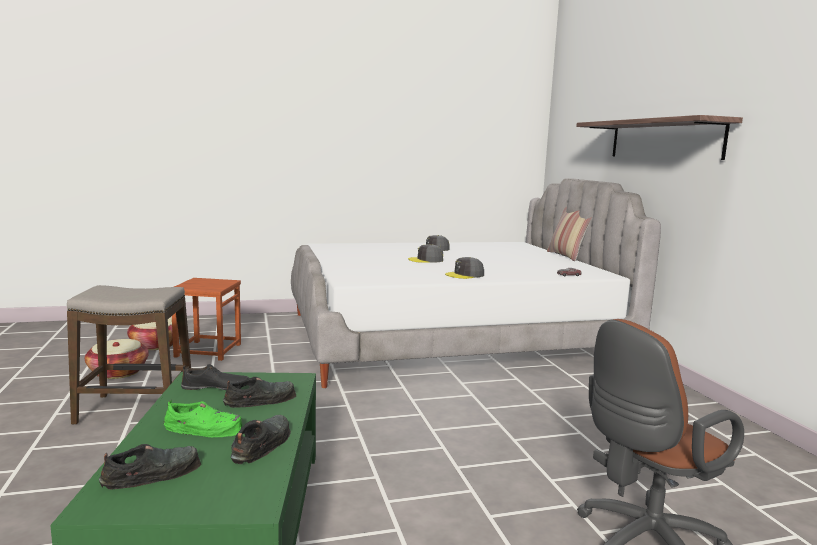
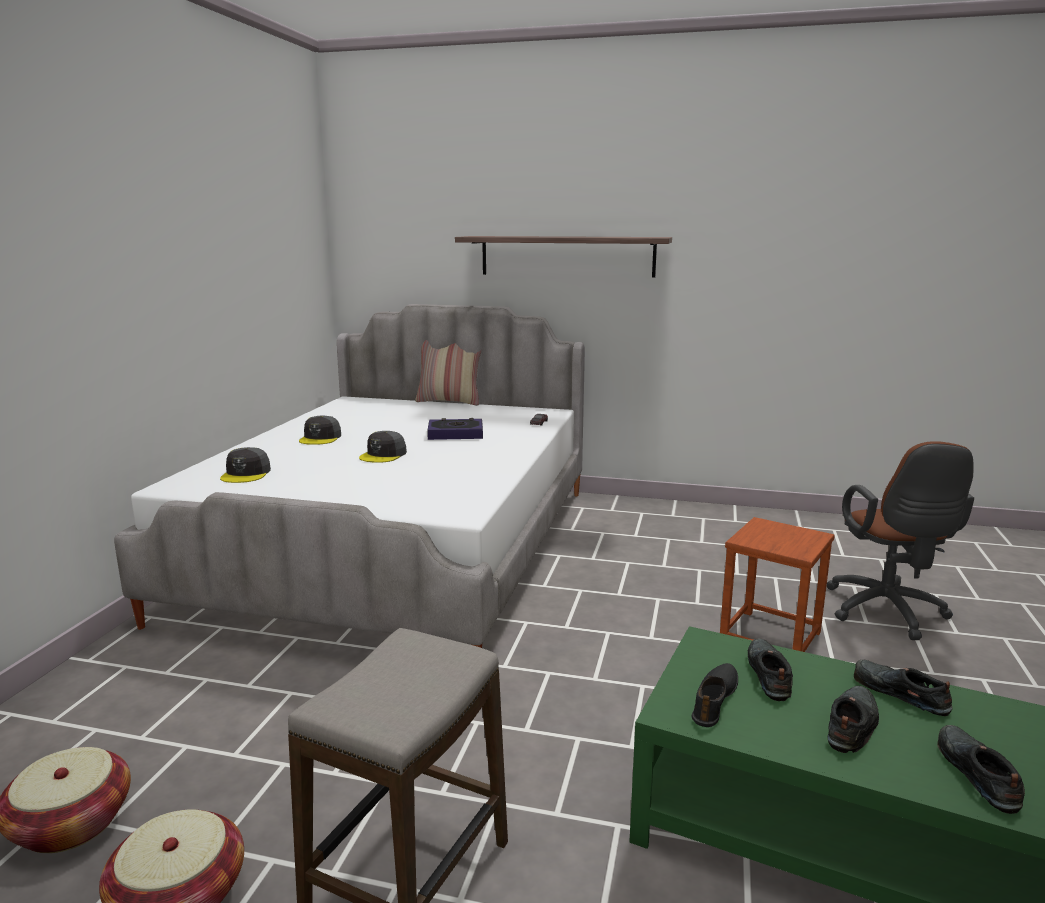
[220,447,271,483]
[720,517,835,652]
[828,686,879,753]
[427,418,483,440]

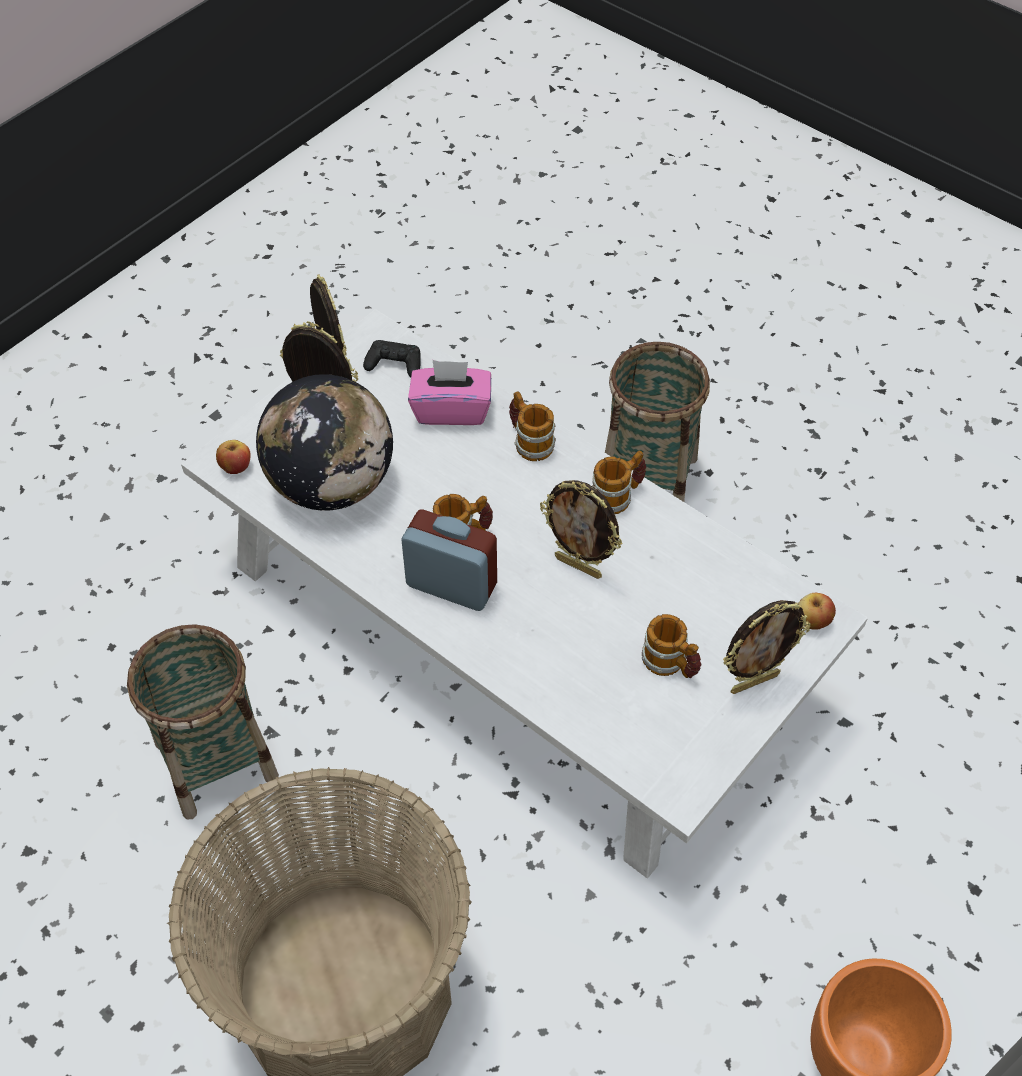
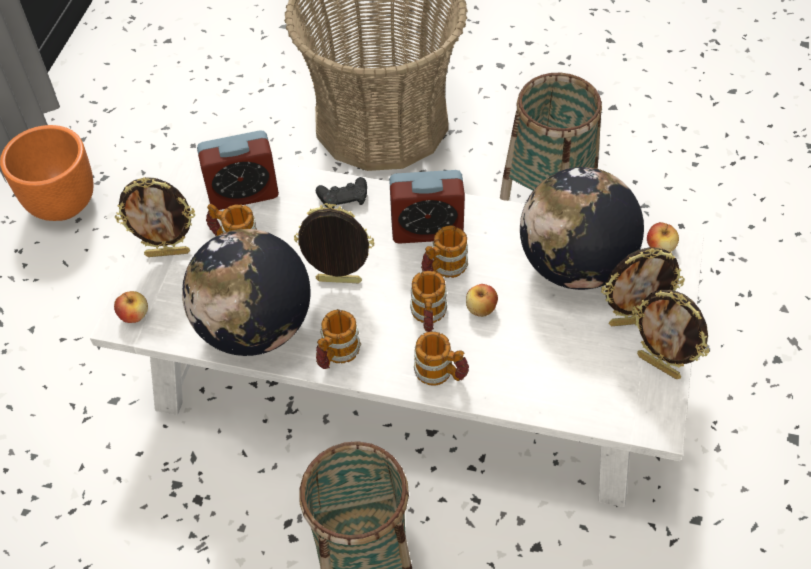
[316,177,367,209]
[408,360,491,425] (first image)
[115,177,195,257]
[197,130,279,210]
[182,229,311,356]
[410,271,447,332]
[466,284,498,317]

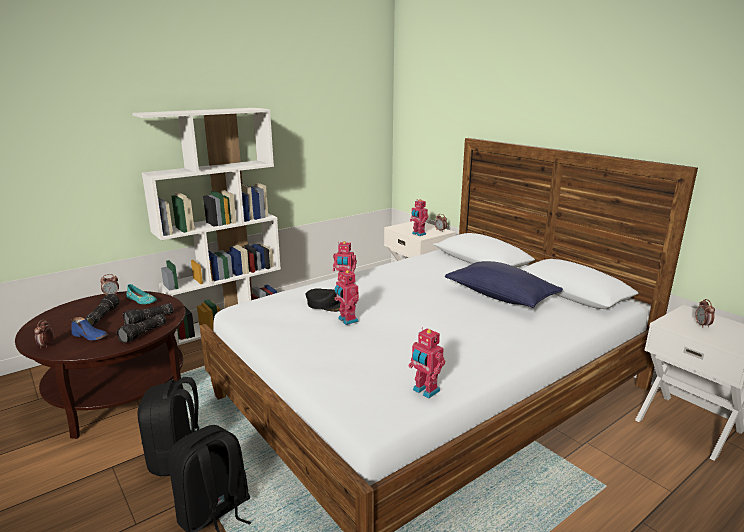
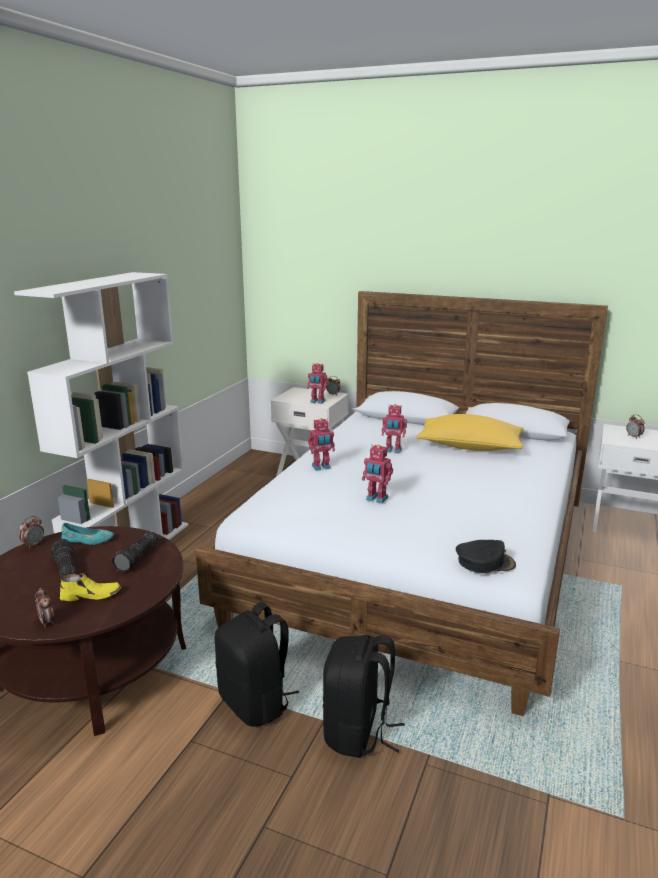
[416,414,524,451]
[456,540,516,573]
[116,314,166,343] (first image)
[60,573,121,601]
[382,404,407,454]

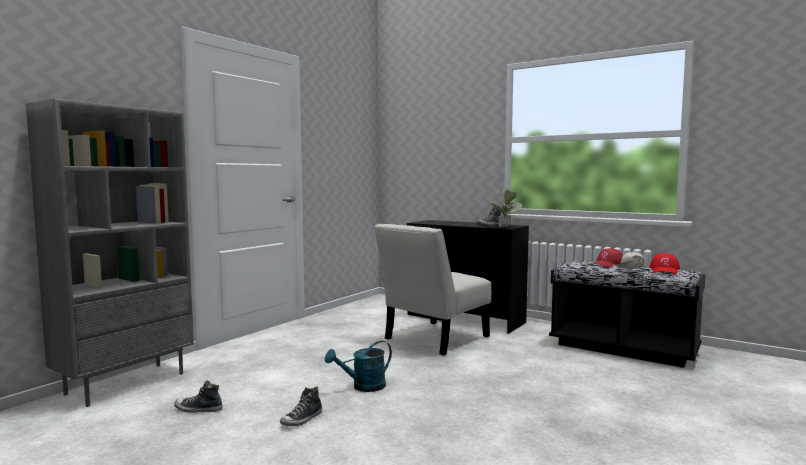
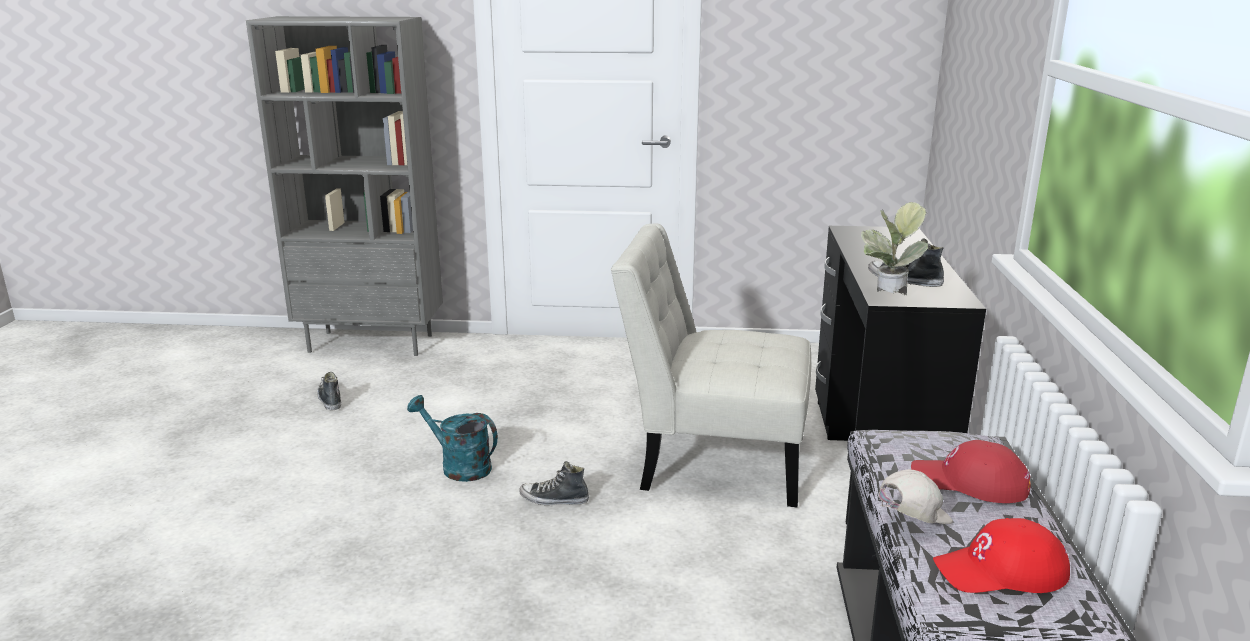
[519,461,589,505]

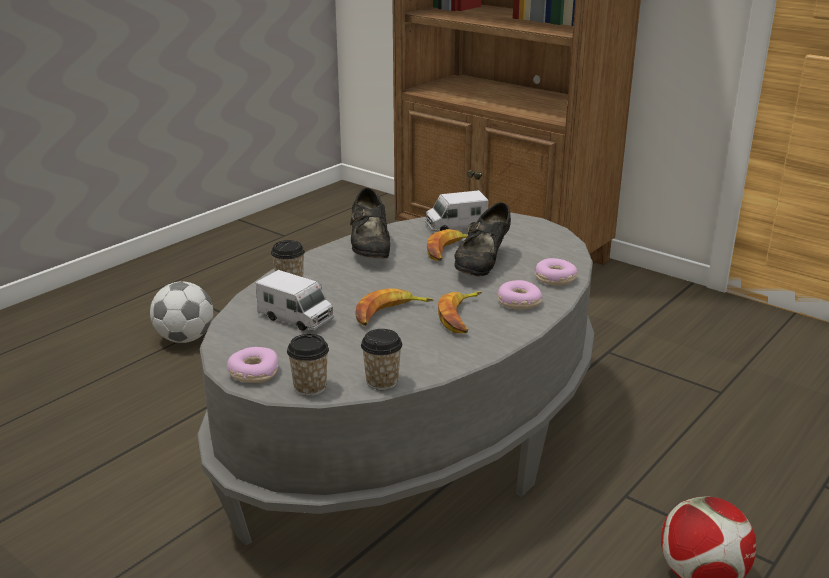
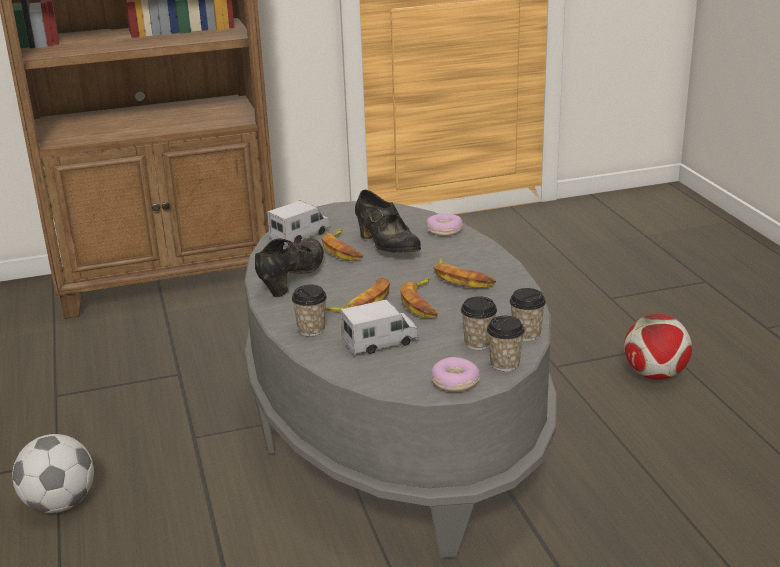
[255,238,324,297]
[267,200,330,245]
[498,280,543,310] (first image)
[325,278,390,311]
[461,296,497,350]

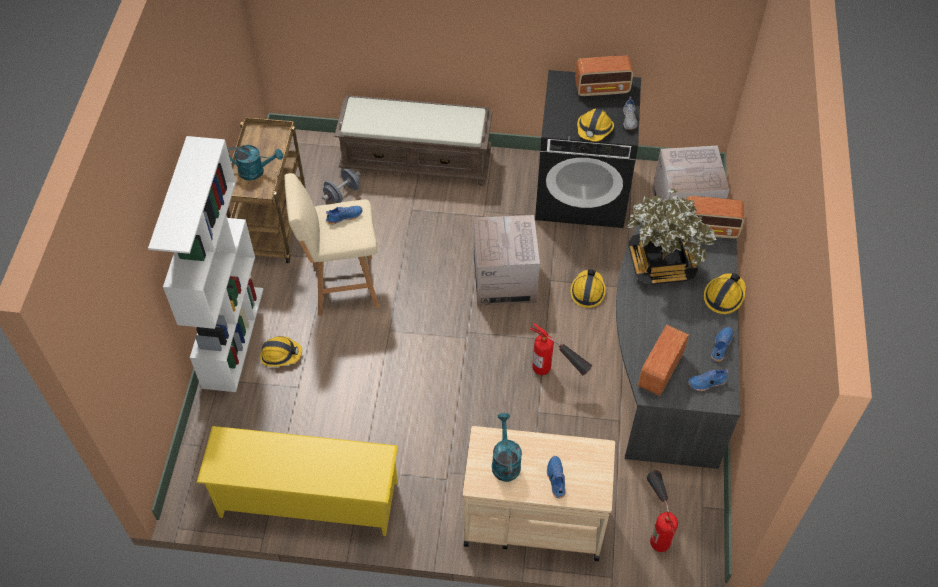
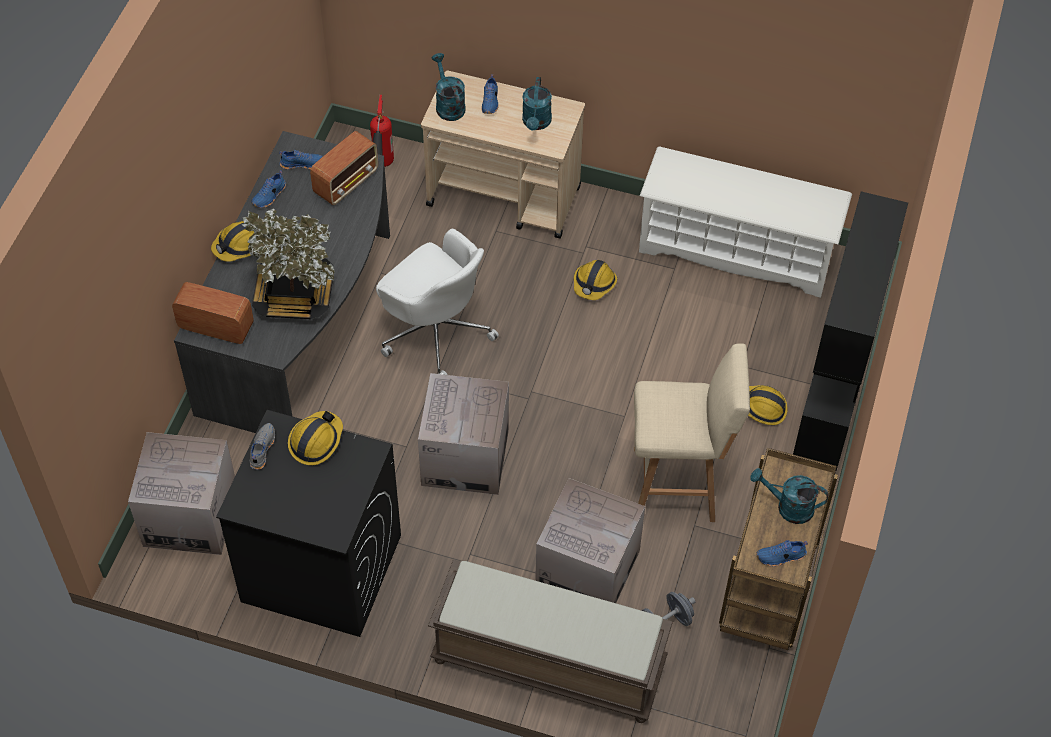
[575,55,633,96] (first image)
[793,191,908,471]
[756,540,808,567]
[574,260,617,300]
[376,229,499,375]
[639,147,852,298]
[432,53,466,121]
[535,478,645,603]

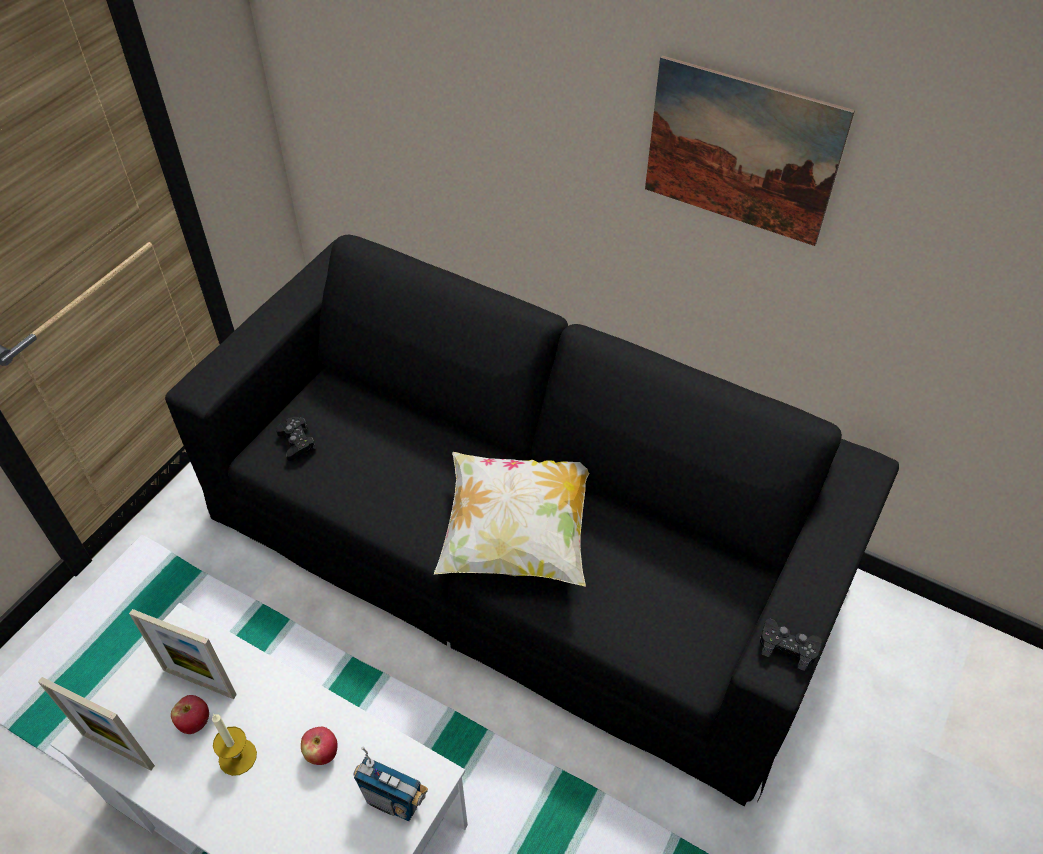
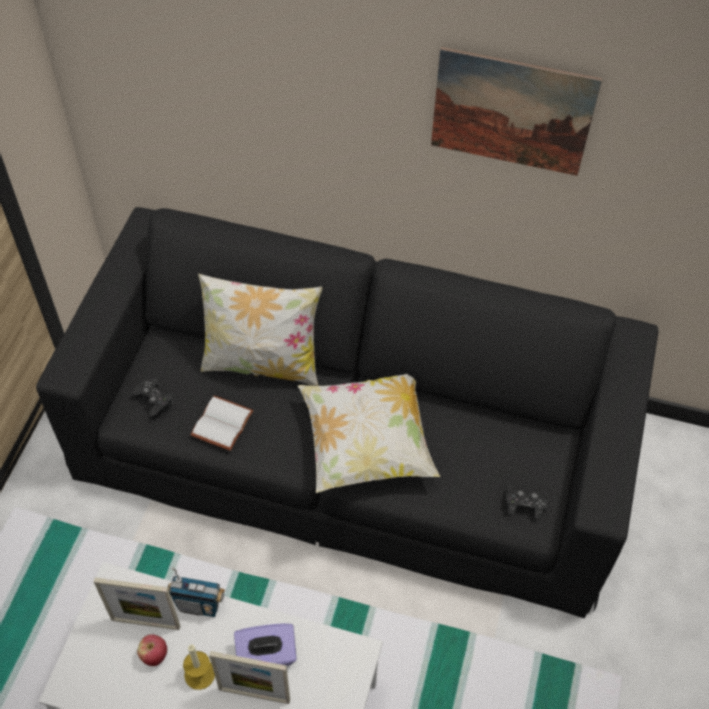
[505,486,548,519]
[209,651,290,704]
[234,623,297,666]
[167,567,225,617]
[198,274,322,386]
[190,396,254,451]

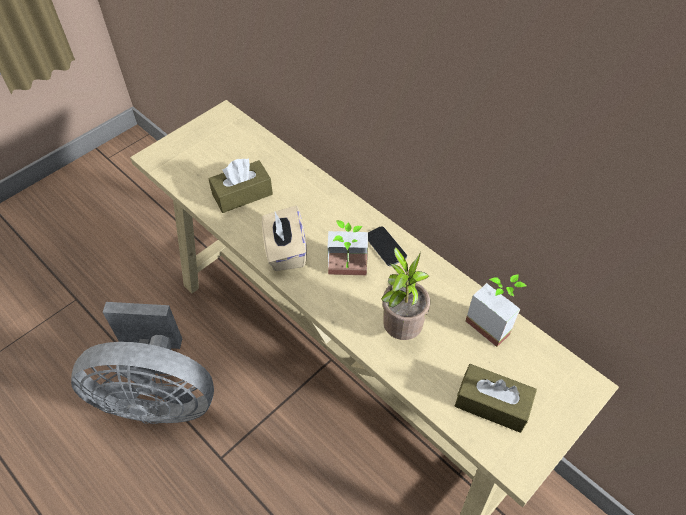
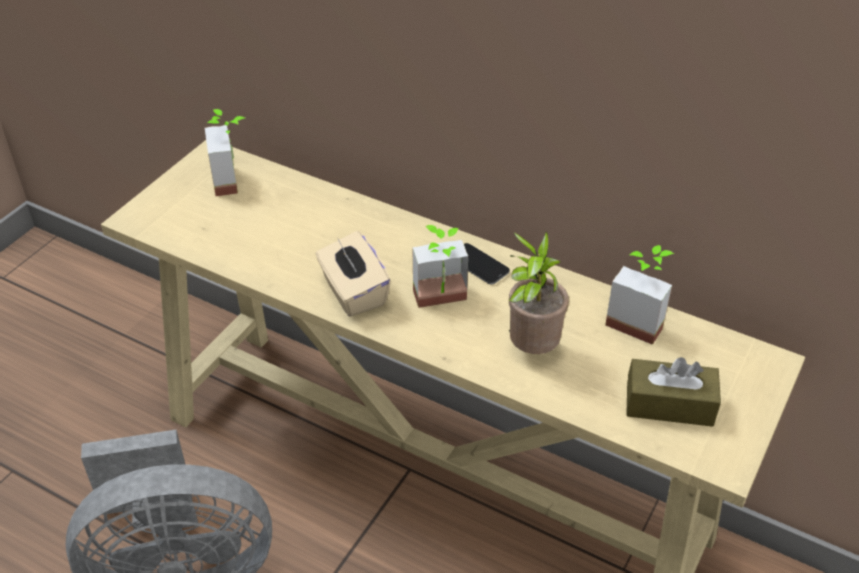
[209,158,273,213] (first image)
[205,109,245,196]

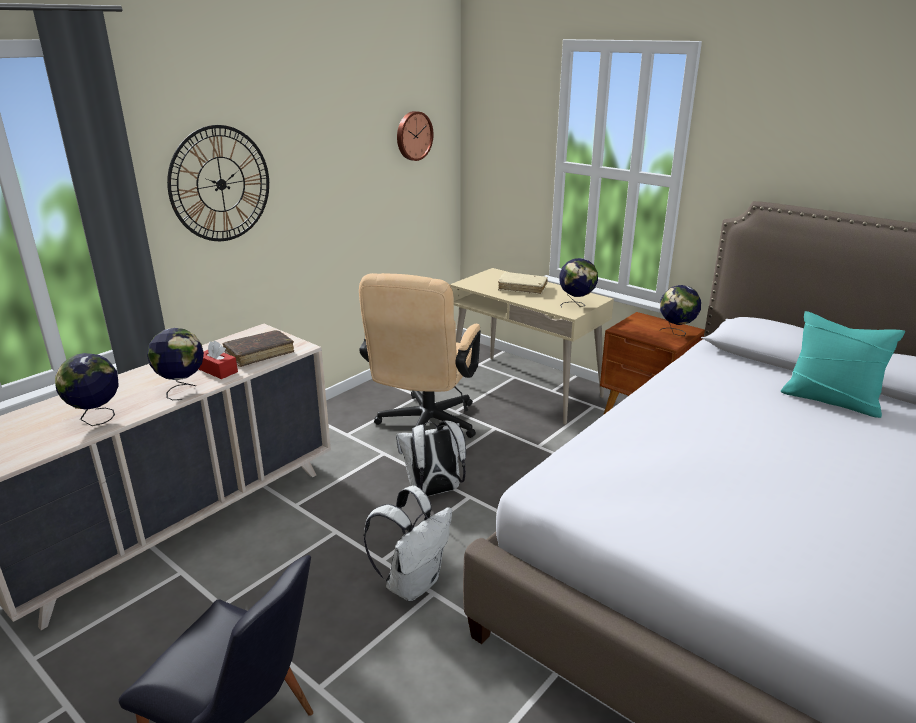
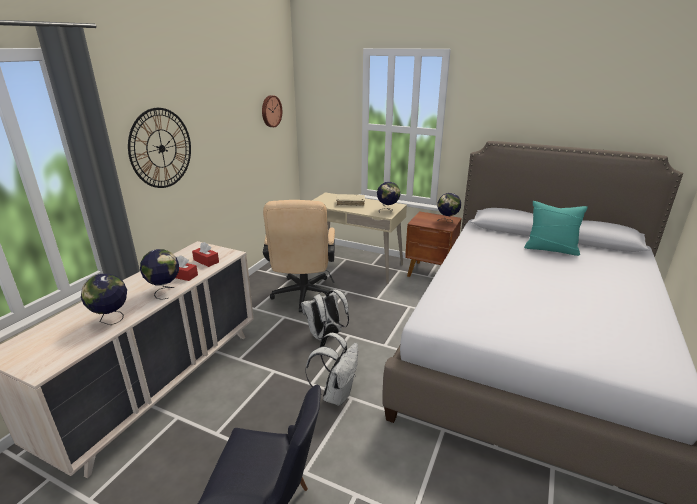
[192,242,219,267]

